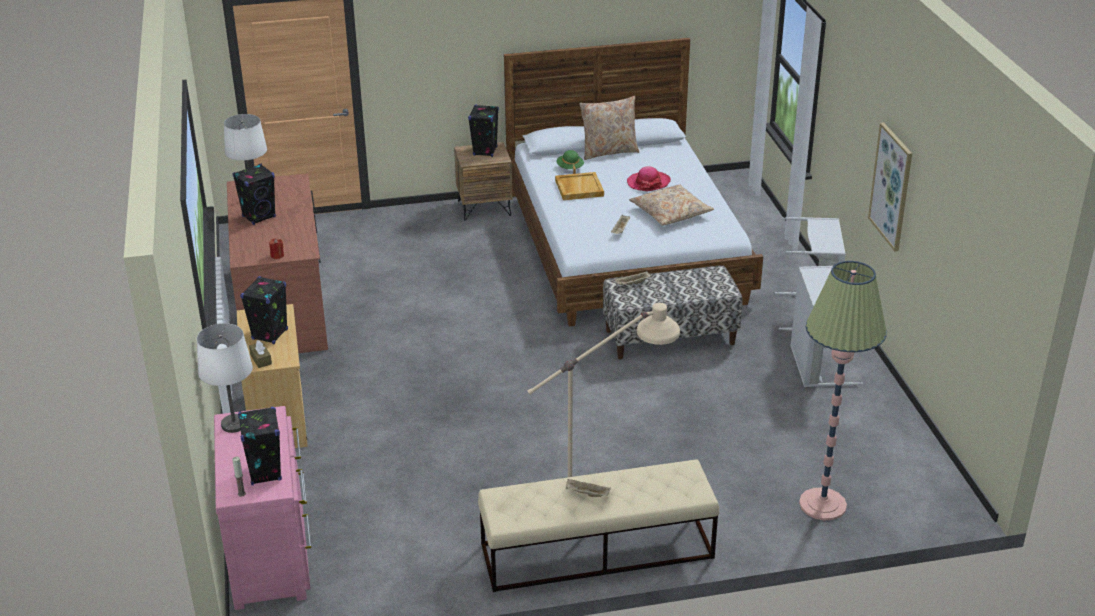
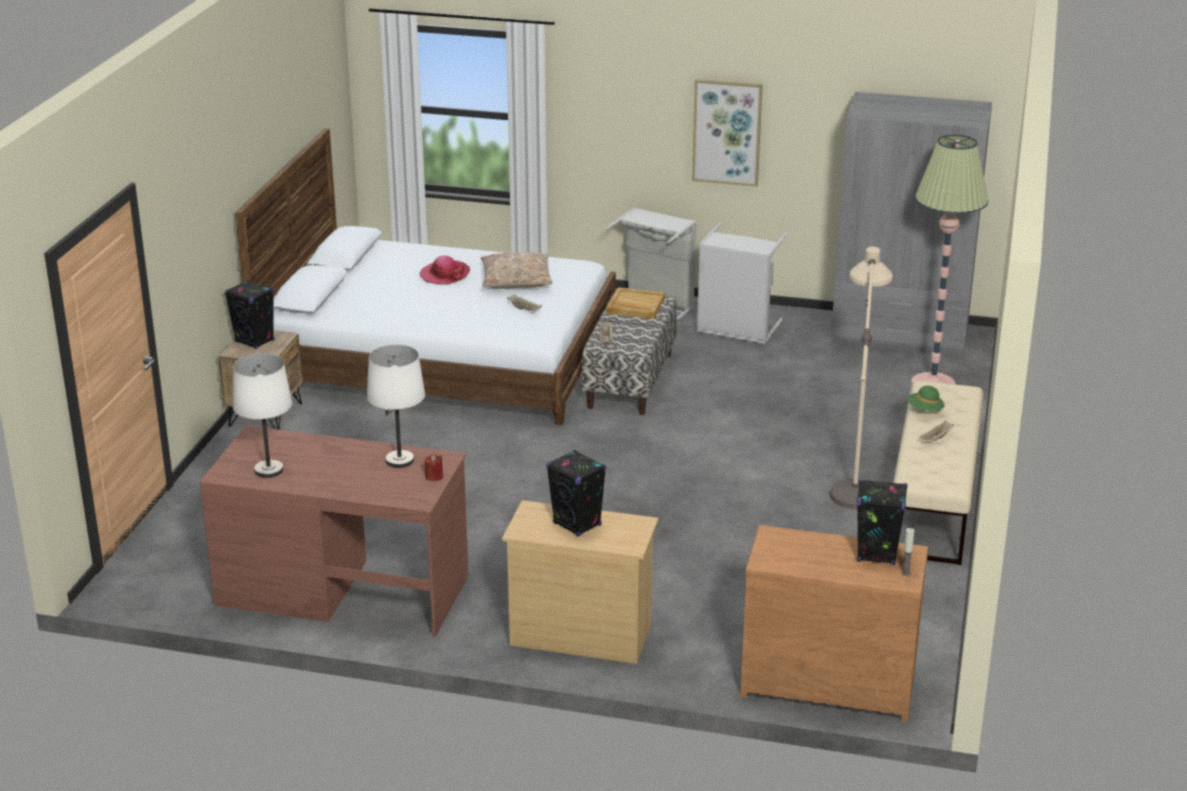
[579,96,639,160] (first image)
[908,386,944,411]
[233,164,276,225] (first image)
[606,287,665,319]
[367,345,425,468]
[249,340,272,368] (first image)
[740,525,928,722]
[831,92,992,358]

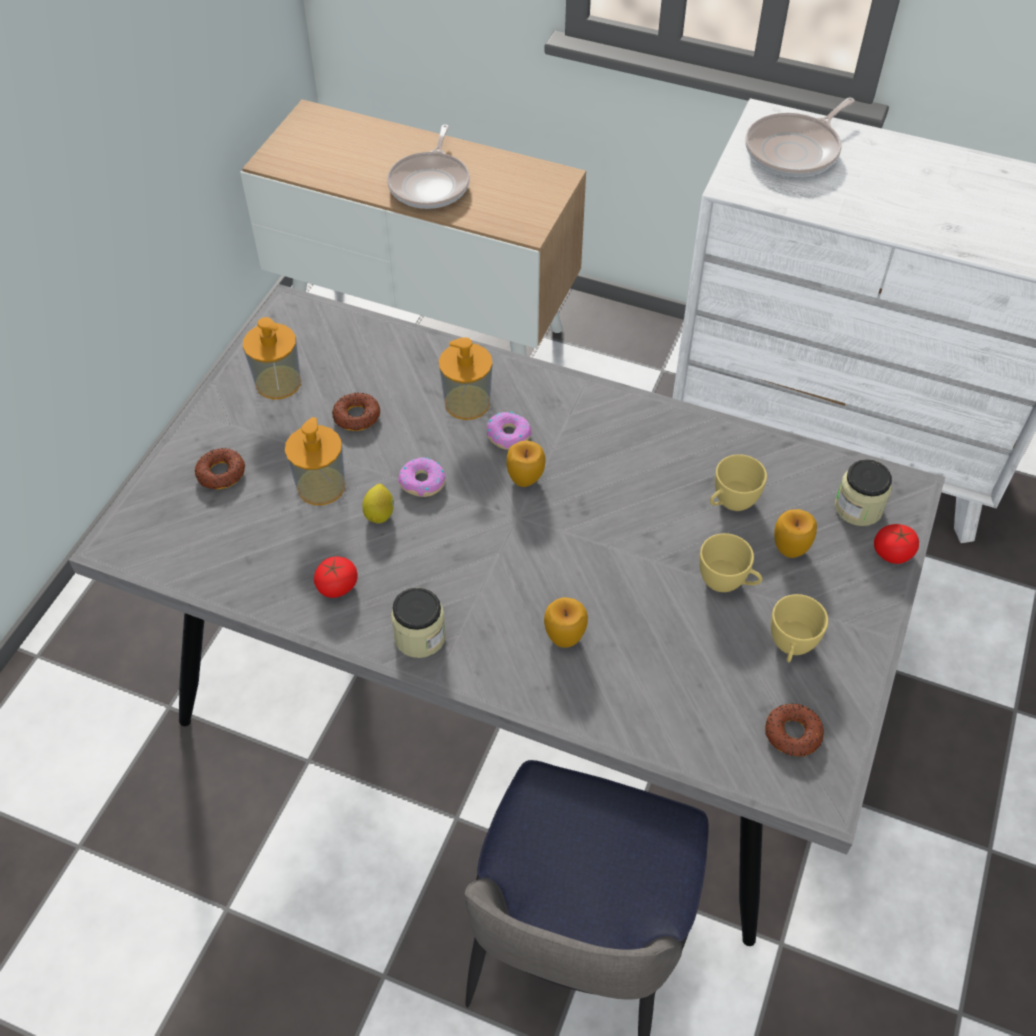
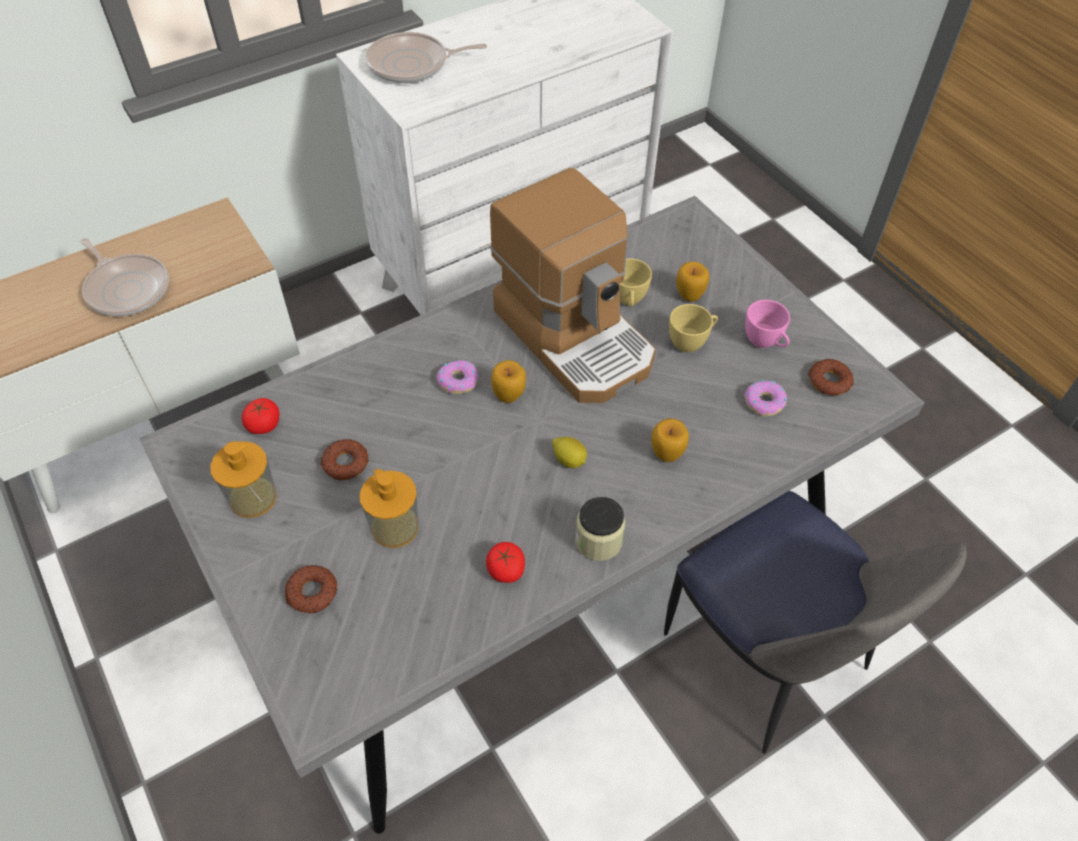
[365,32,487,83]
[439,337,493,420] (first image)
[744,380,787,416]
[835,459,892,526] (first image)
[552,437,587,468]
[242,398,280,434]
[745,300,790,348]
[490,168,655,403]

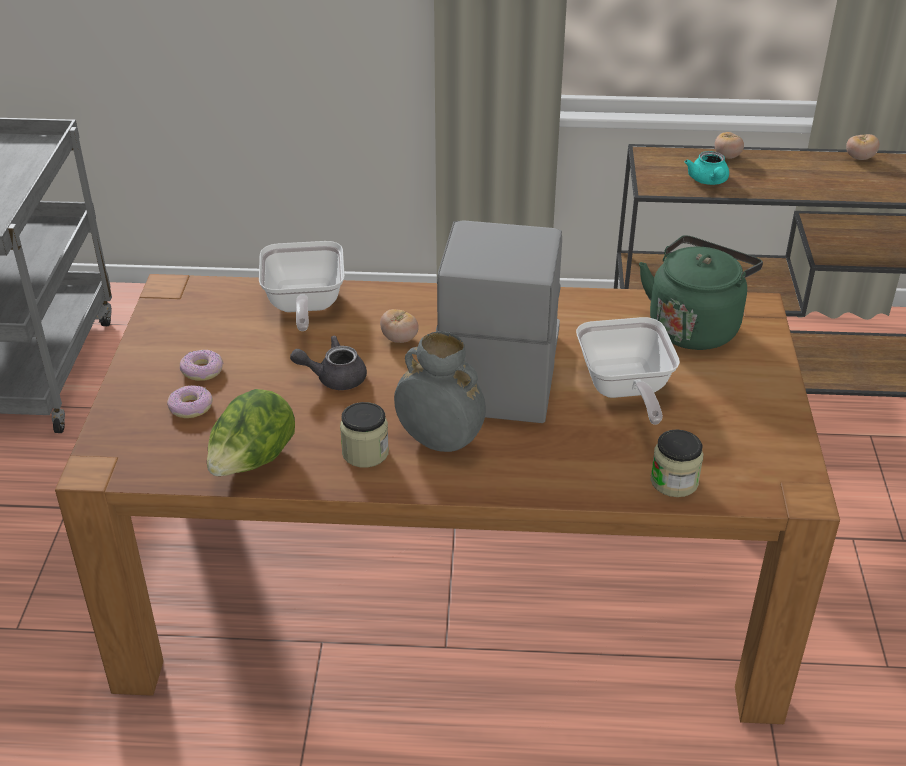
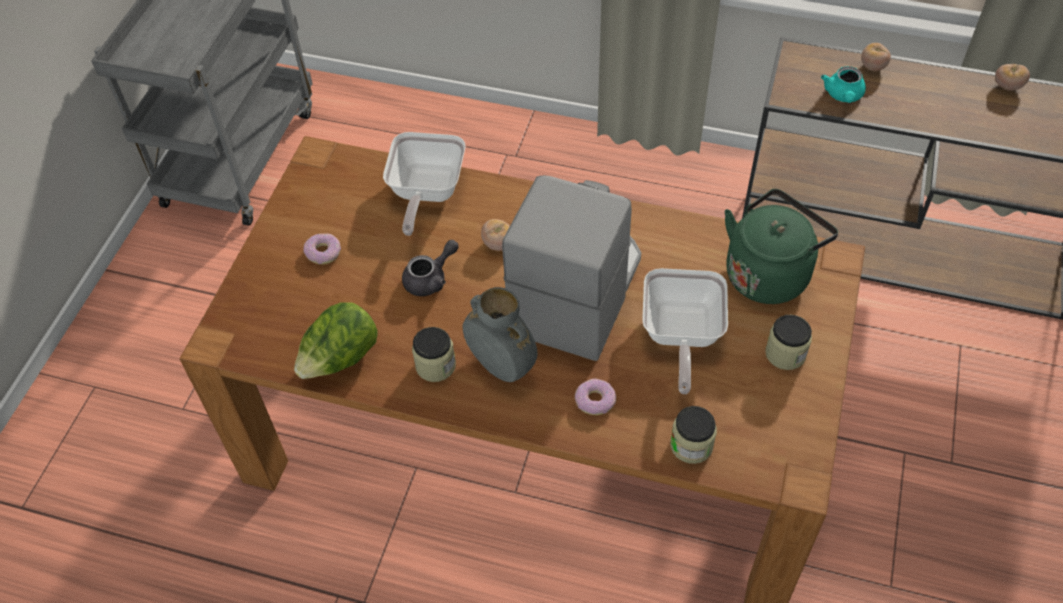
[402,240,459,296]
[575,379,616,415]
[765,315,812,370]

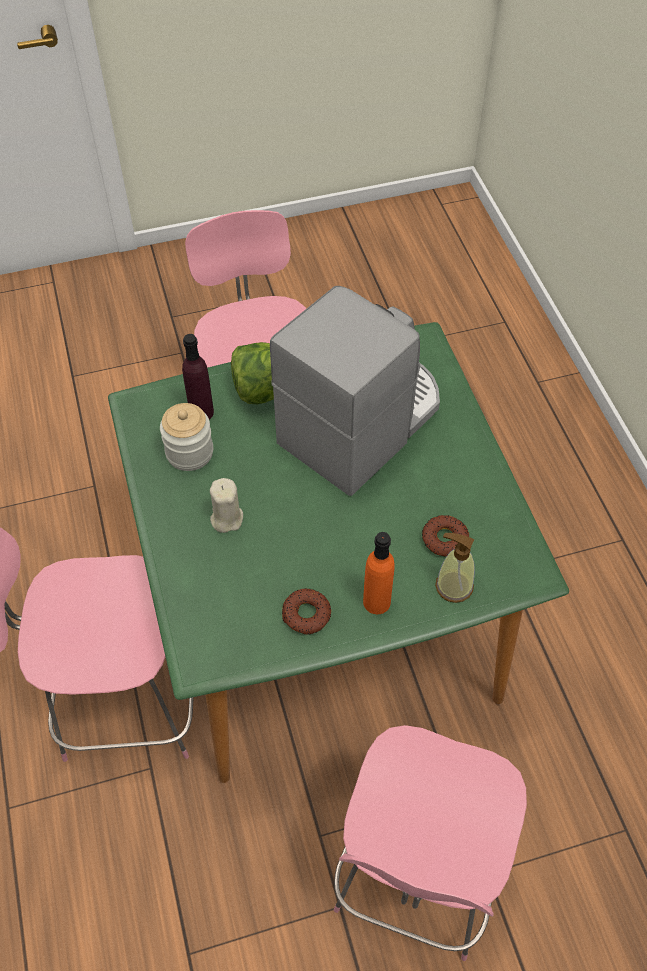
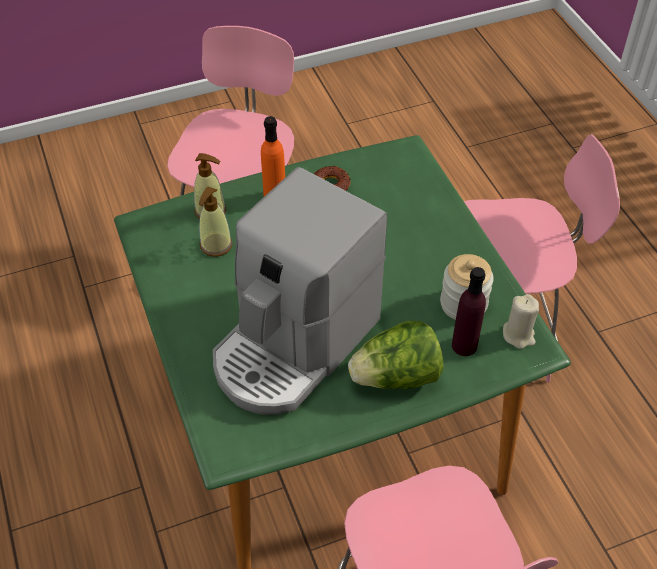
[503,294,539,349]
[199,186,233,257]

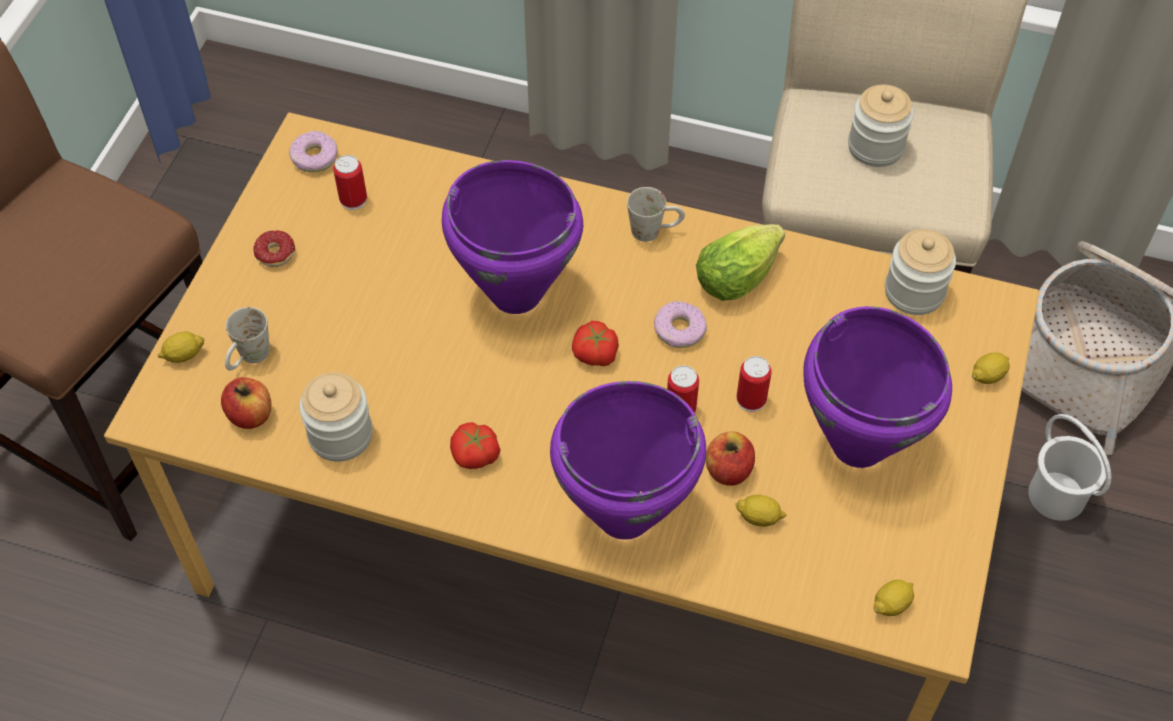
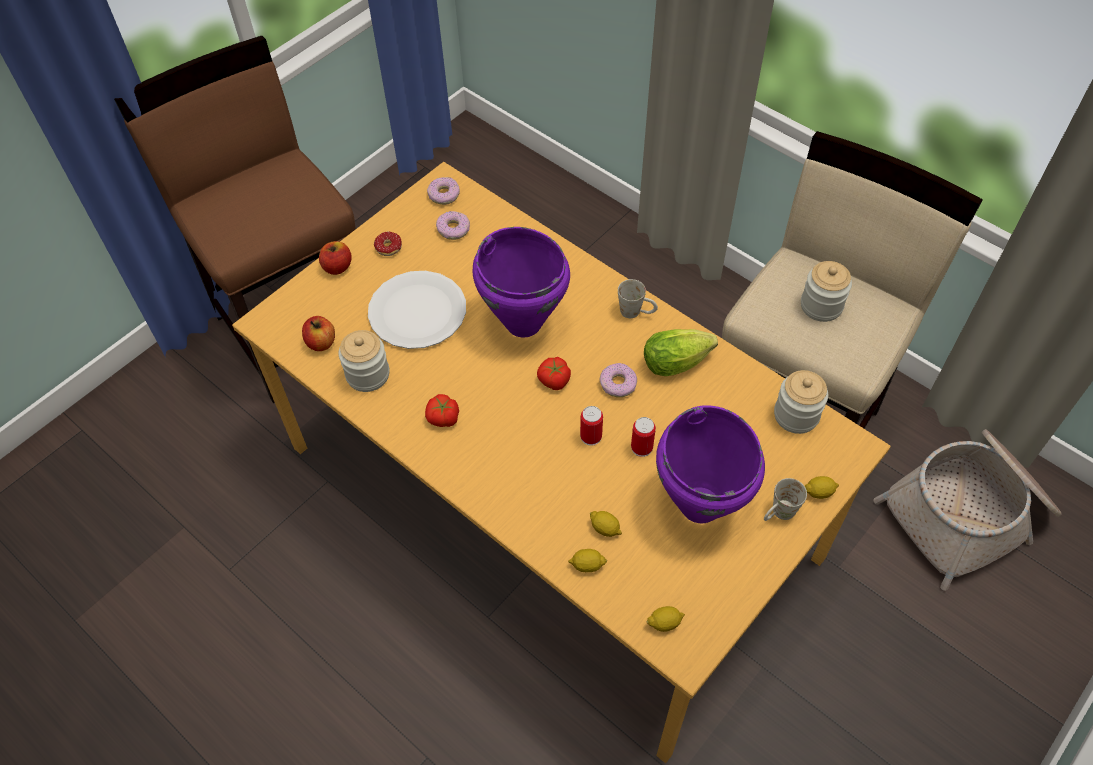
[436,211,470,240]
[764,478,807,521]
[568,549,607,572]
[550,381,706,540] (first image)
[1029,414,1111,521] (first image)
[319,241,351,275]
[368,271,466,349]

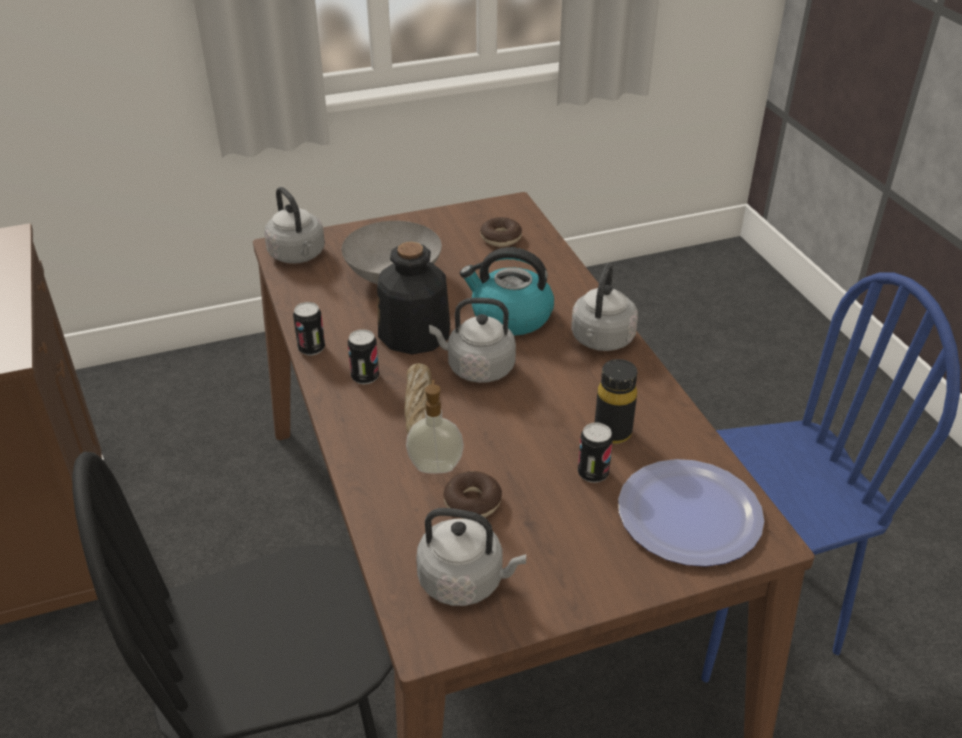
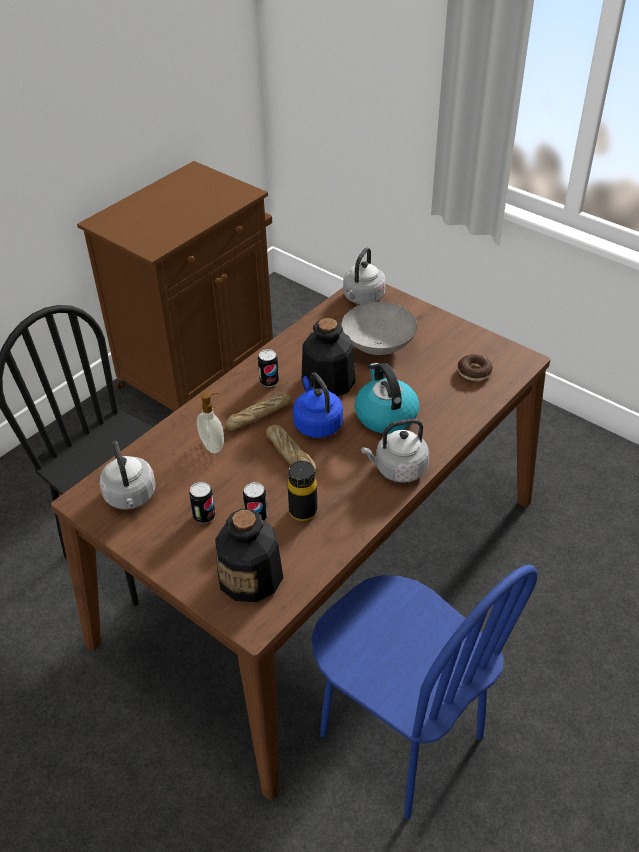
[293,373,343,438]
[189,482,215,523]
[215,509,283,602]
[443,471,502,519] (first image)
[266,425,316,473]

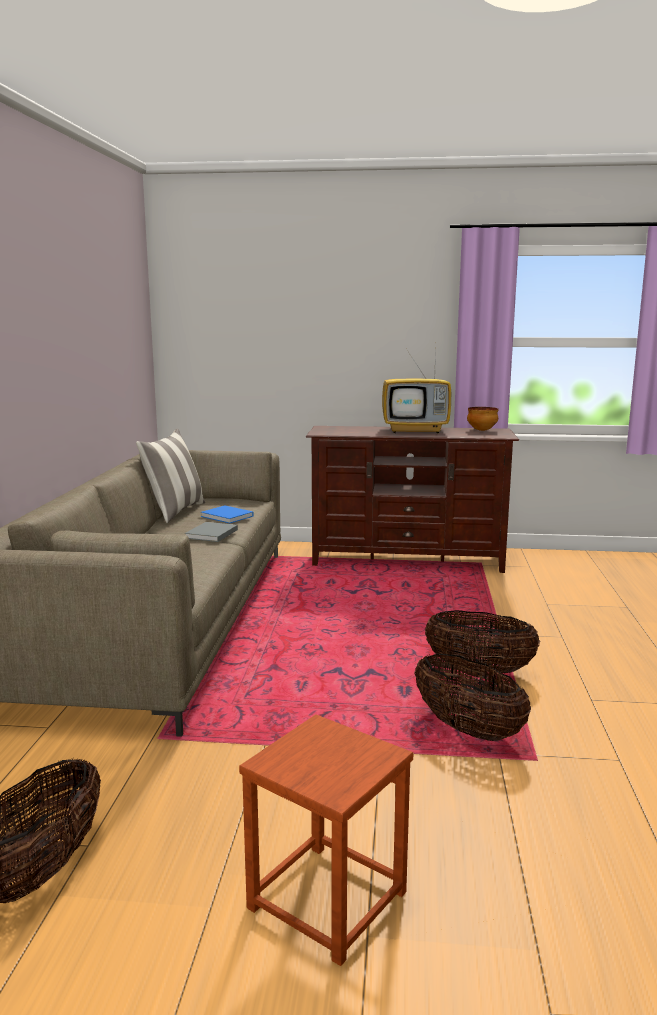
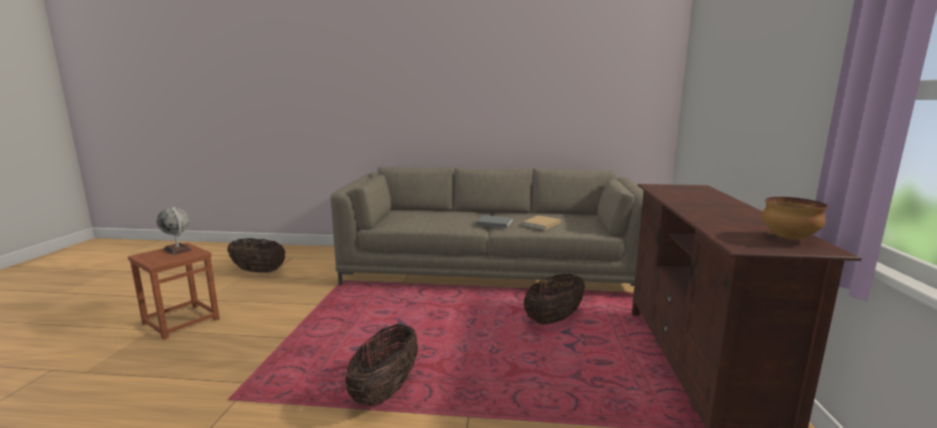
[382,351,451,433] (first image)
[136,428,205,523] (first image)
[523,215,561,230]
[523,274,585,325]
[157,207,192,255]

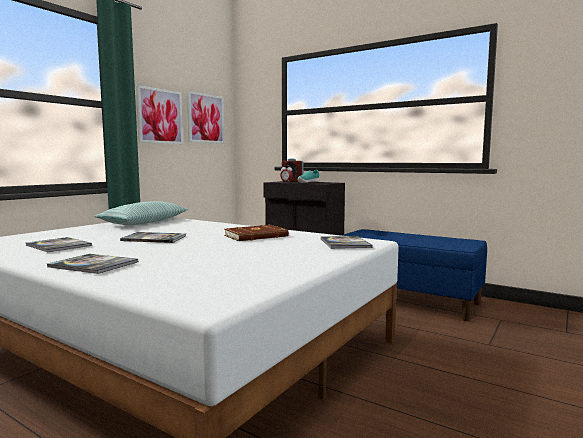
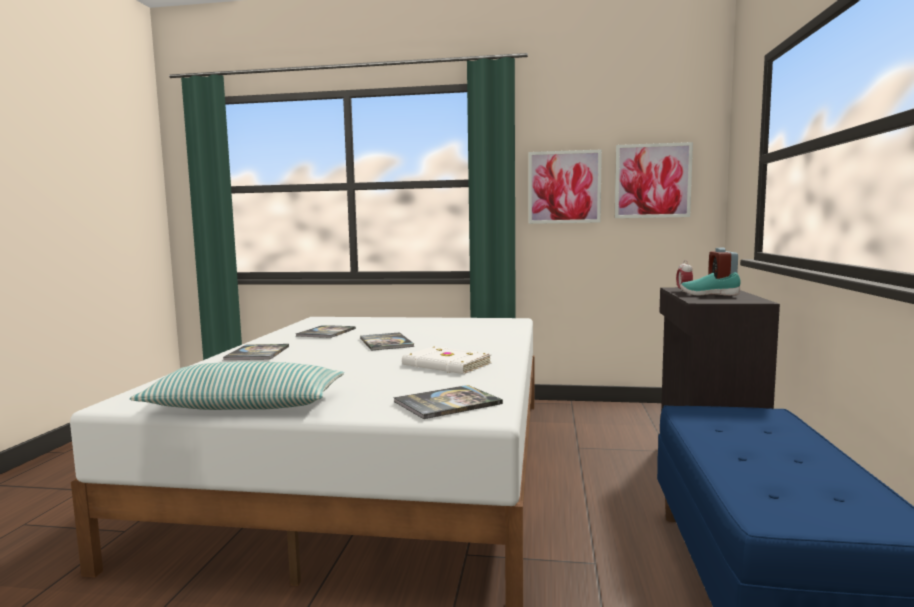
[130,361,344,410]
[402,346,492,374]

